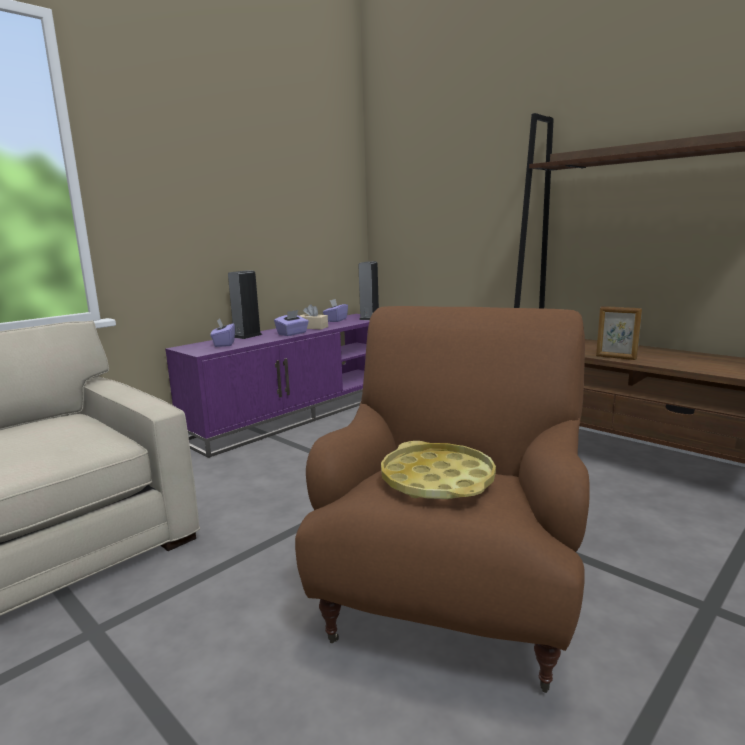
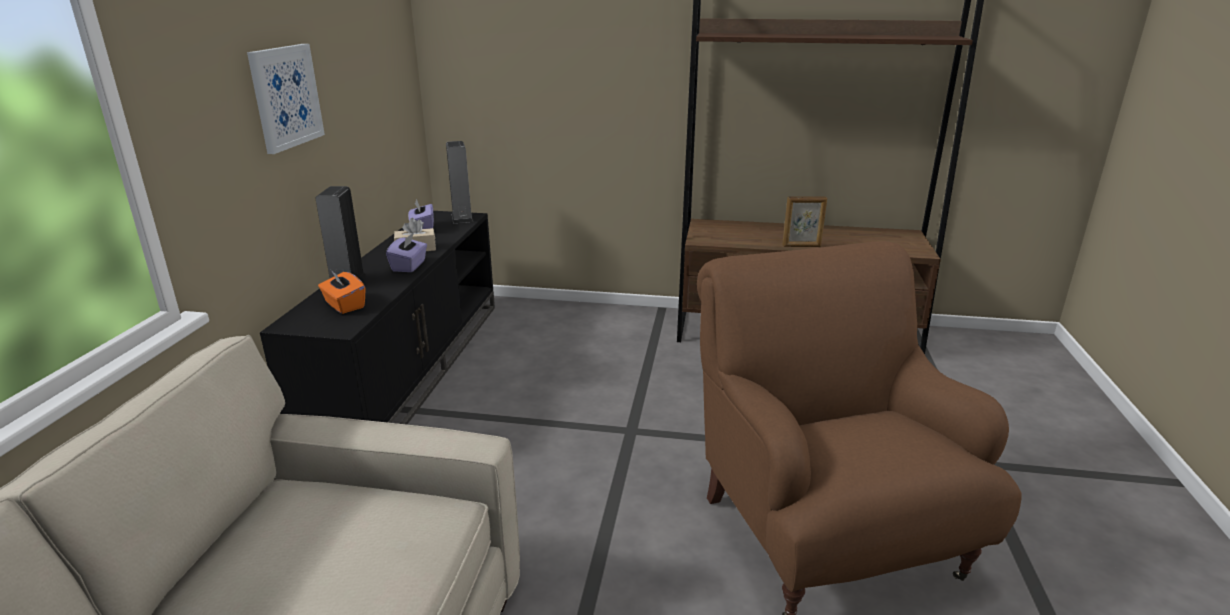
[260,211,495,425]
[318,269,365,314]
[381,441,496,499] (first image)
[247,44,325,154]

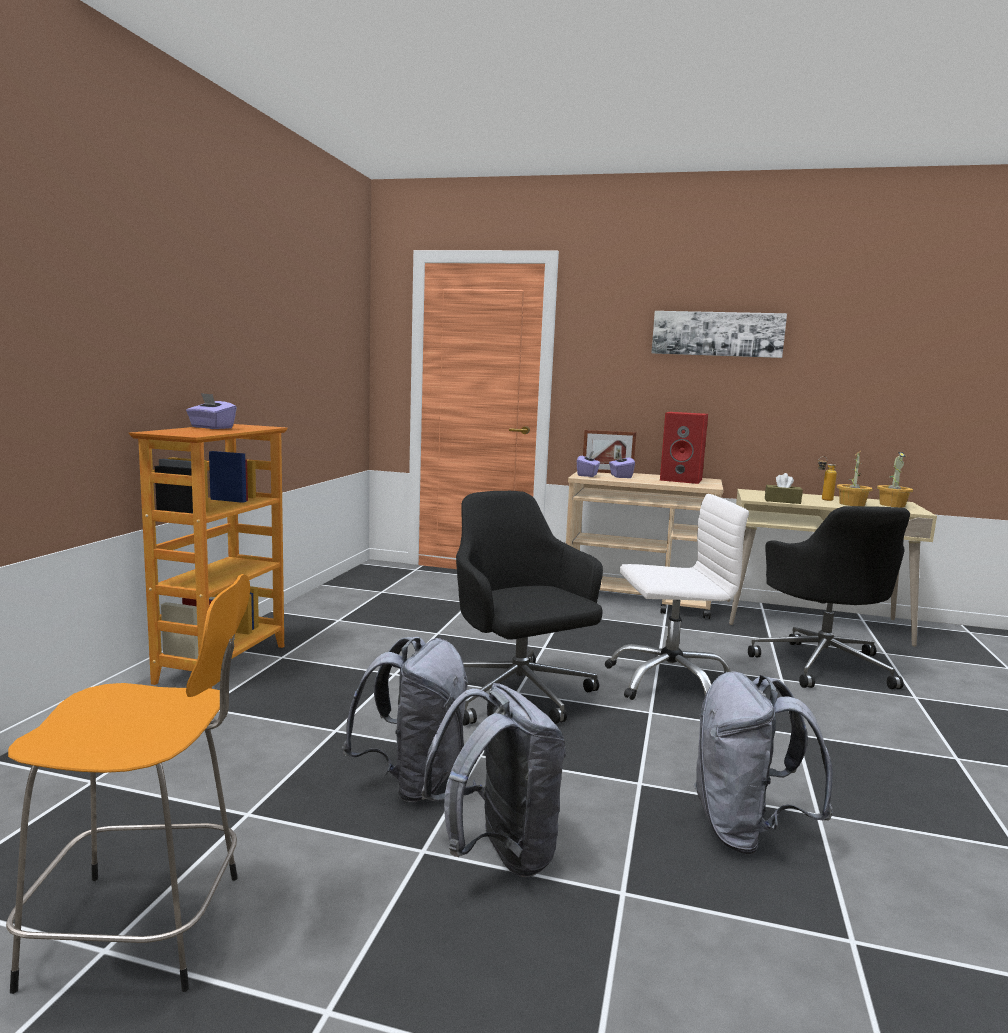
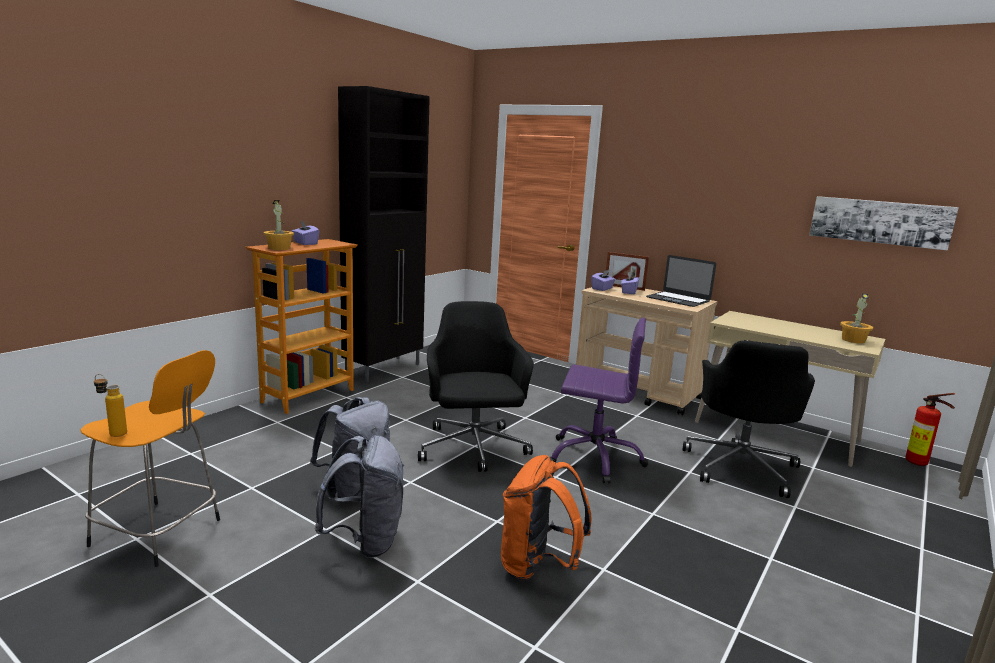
[809,196,959,251]
[646,255,716,307]
[264,200,294,250]
[94,374,127,437]
[765,473,803,504] (first image)
[549,317,648,483]
[501,455,592,581]
[338,86,430,383]
[905,393,955,466]

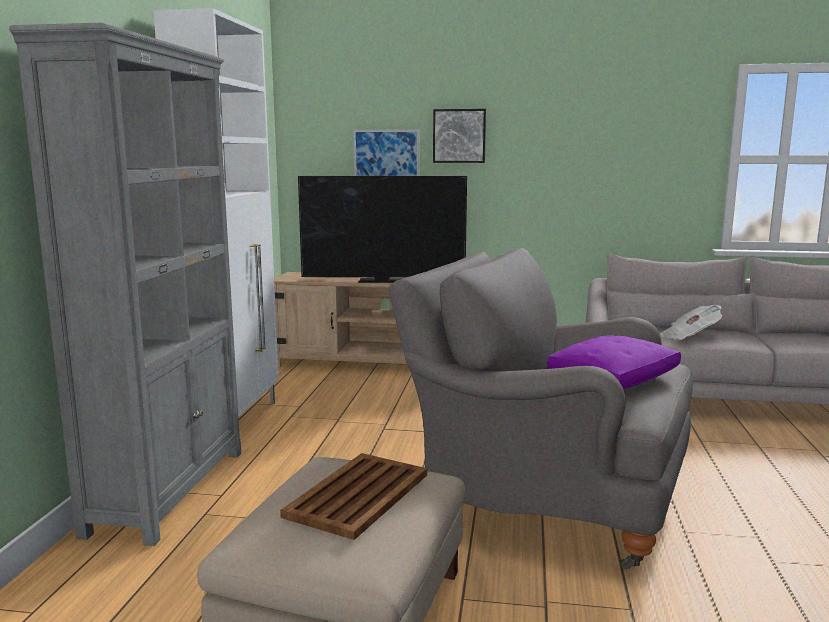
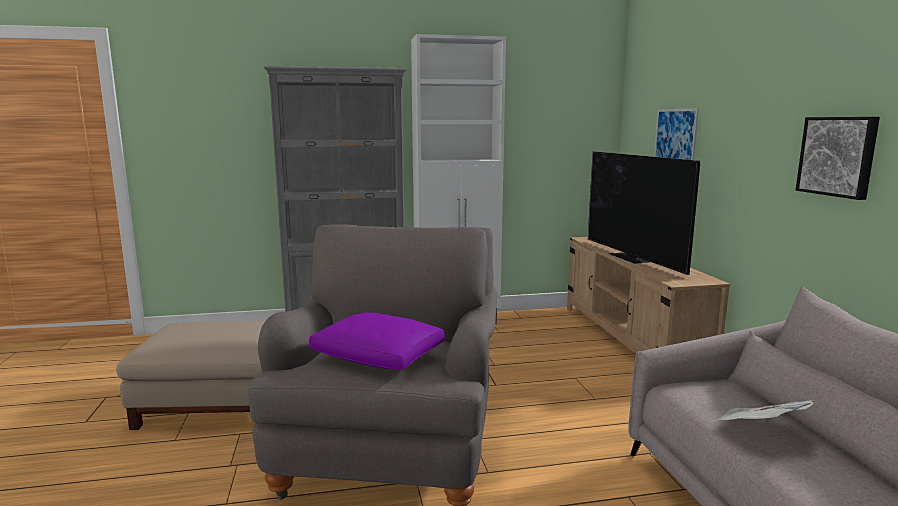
[796,117,880,200]
[280,453,427,540] (first image)

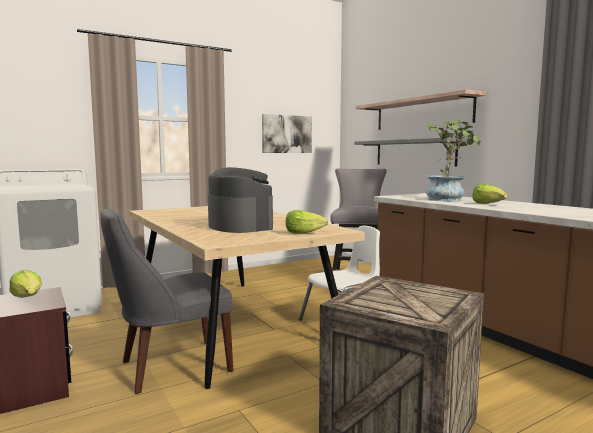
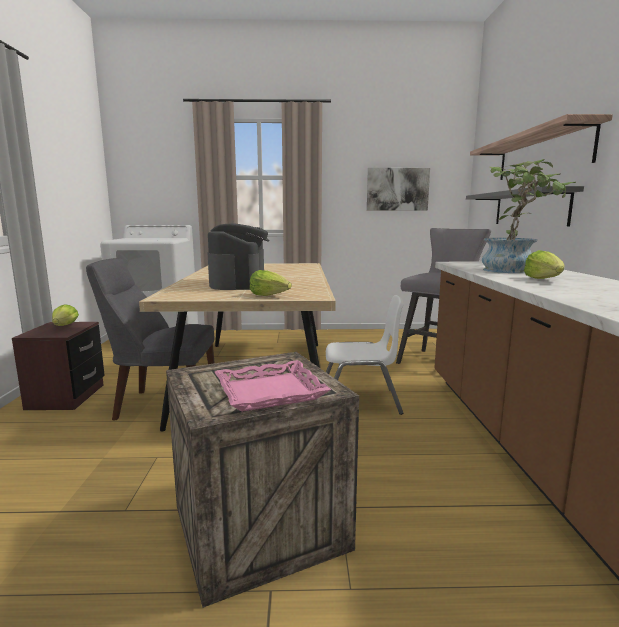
[215,360,331,412]

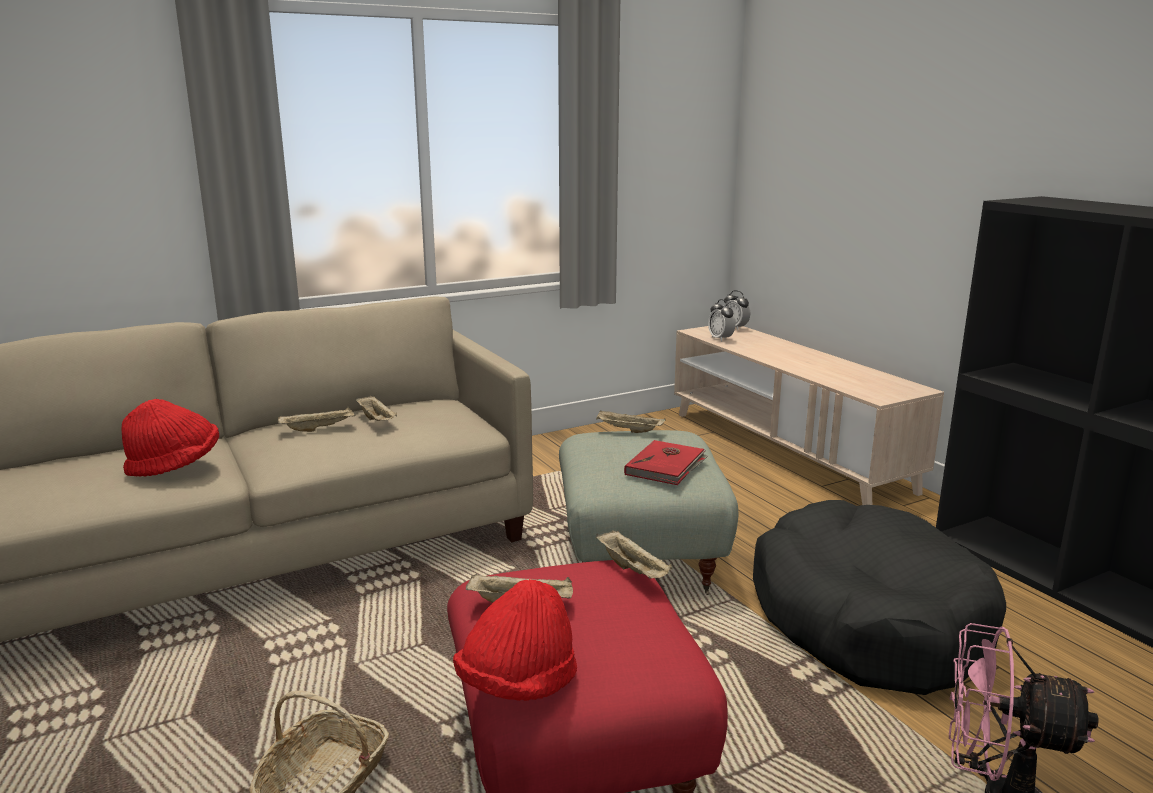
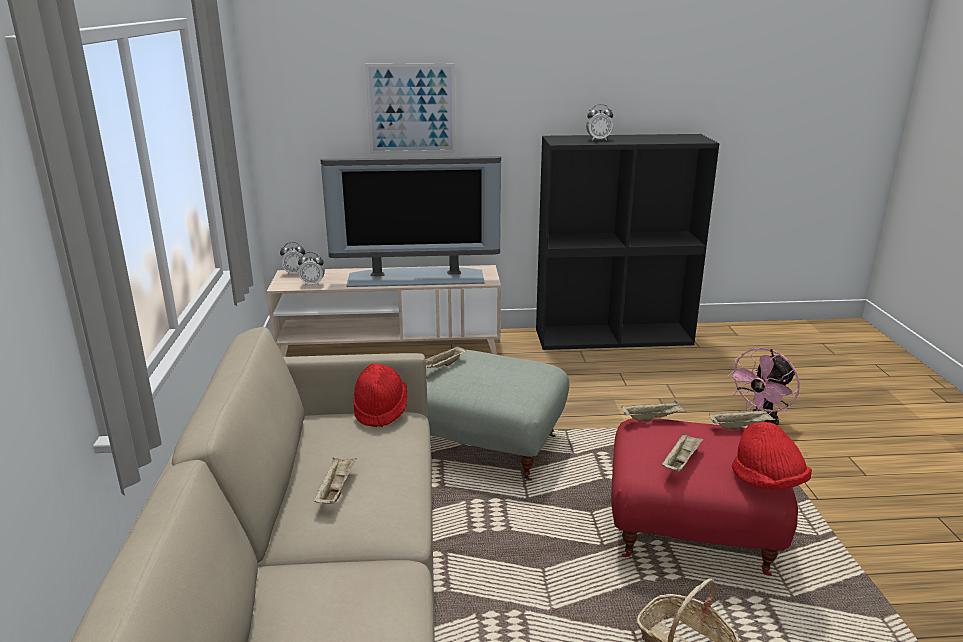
[709,408,776,430]
[353,363,407,427]
[624,440,709,485] (first image)
[753,500,1006,695] (first image)
[365,63,456,154]
[586,104,613,141]
[320,156,501,287]

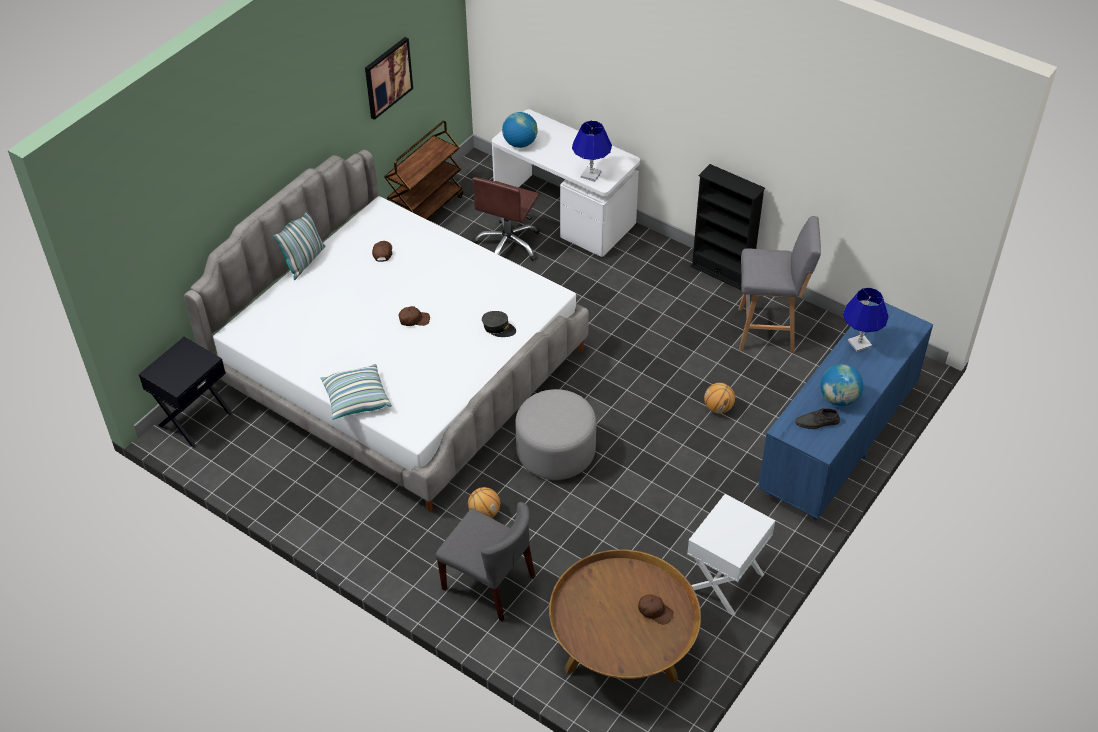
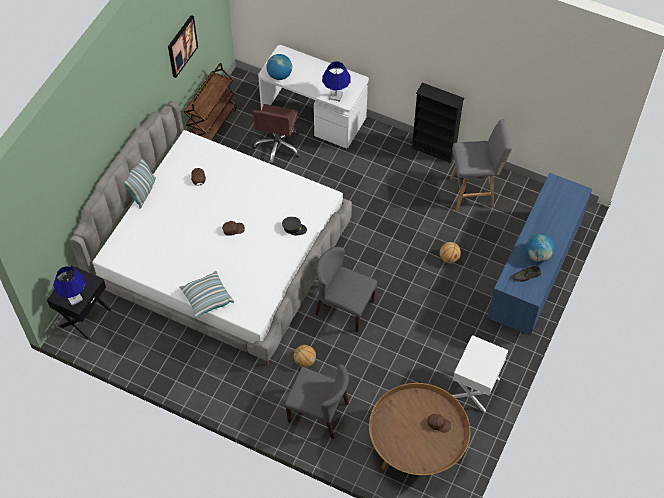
[53,266,86,306]
[316,247,377,332]

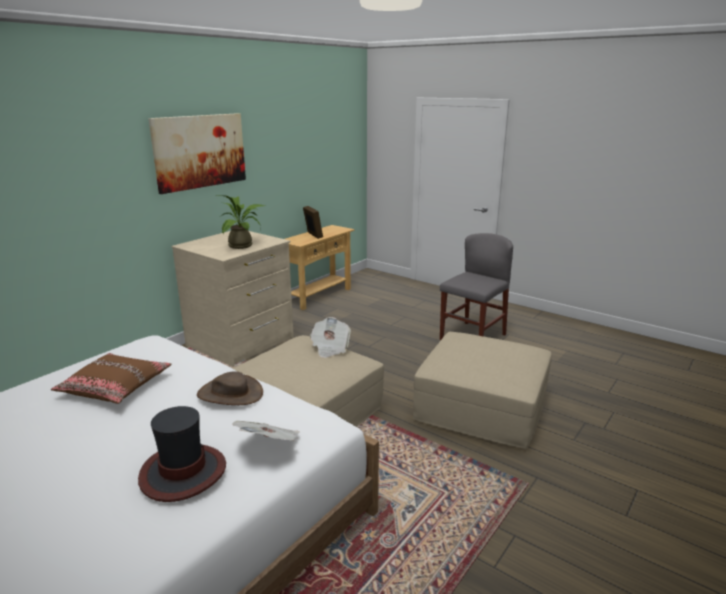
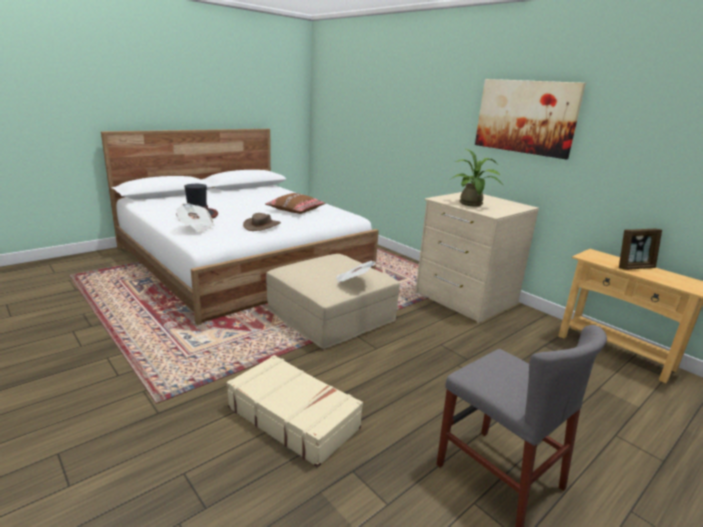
[226,355,363,468]

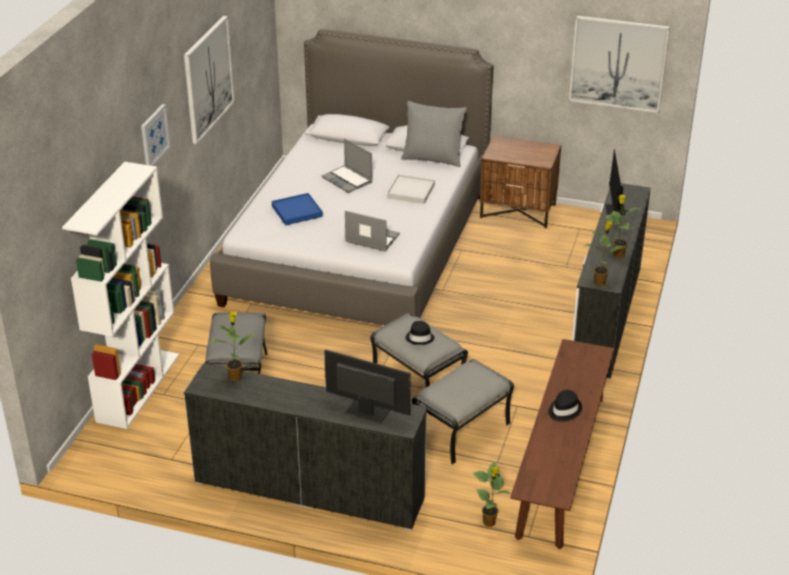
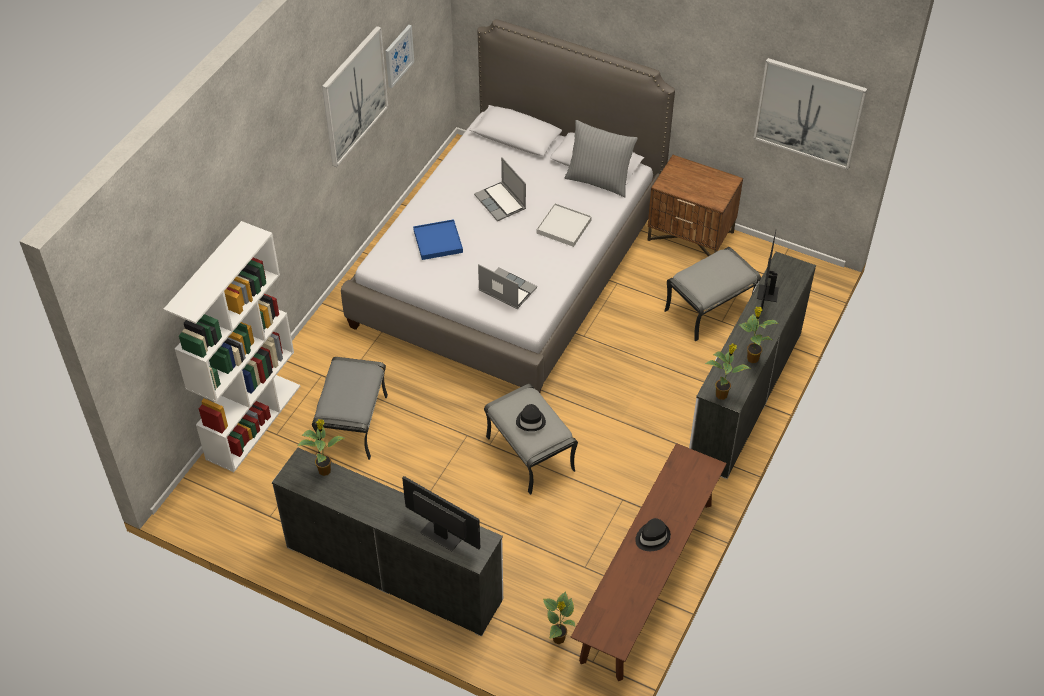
[385,25,414,88]
[664,247,761,342]

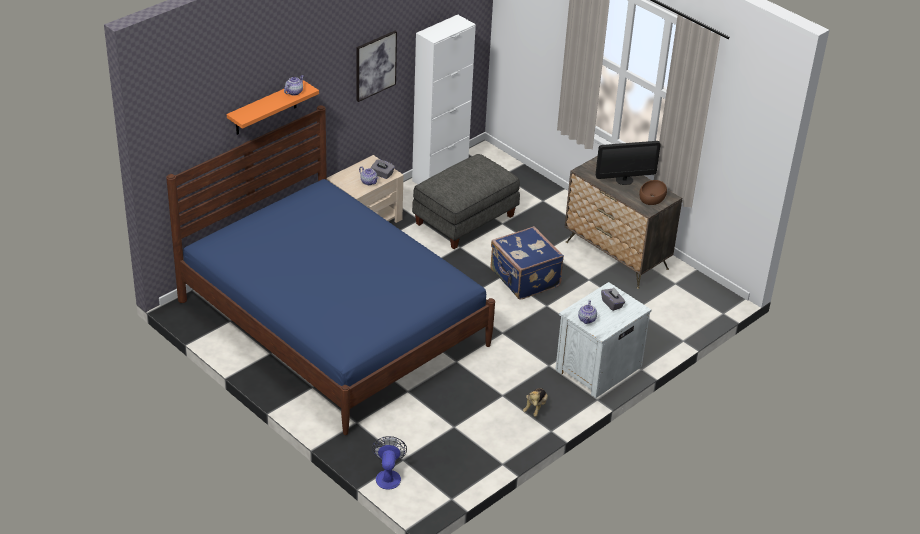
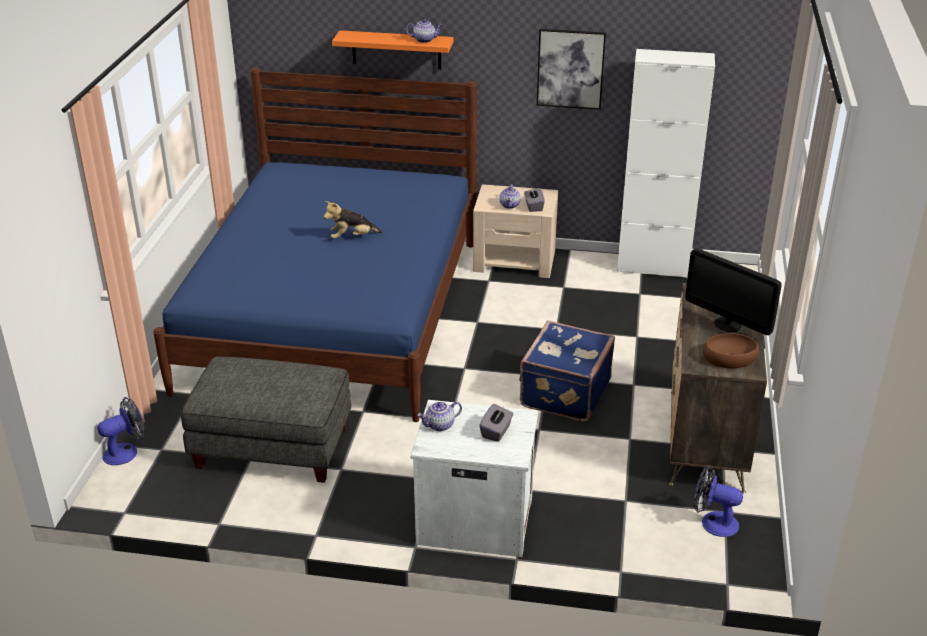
[181,357,351,483]
[324,201,383,239]
[694,465,743,537]

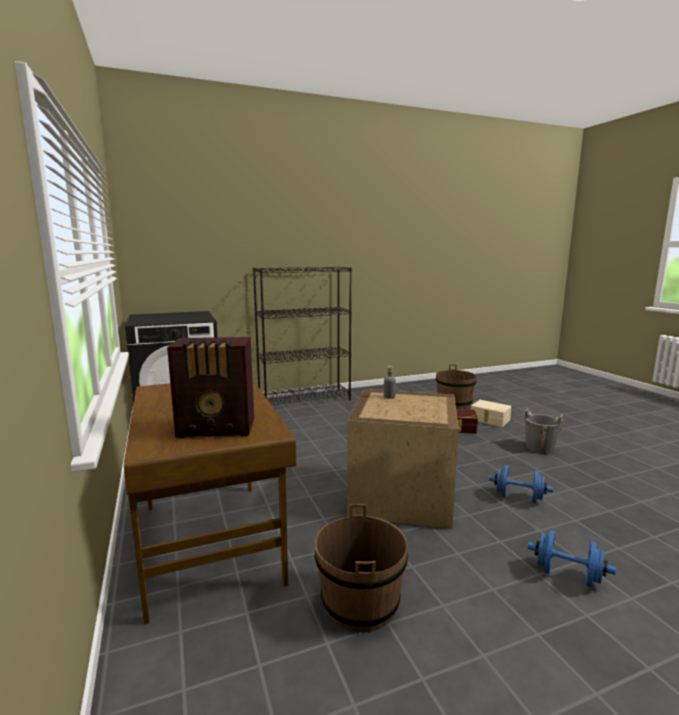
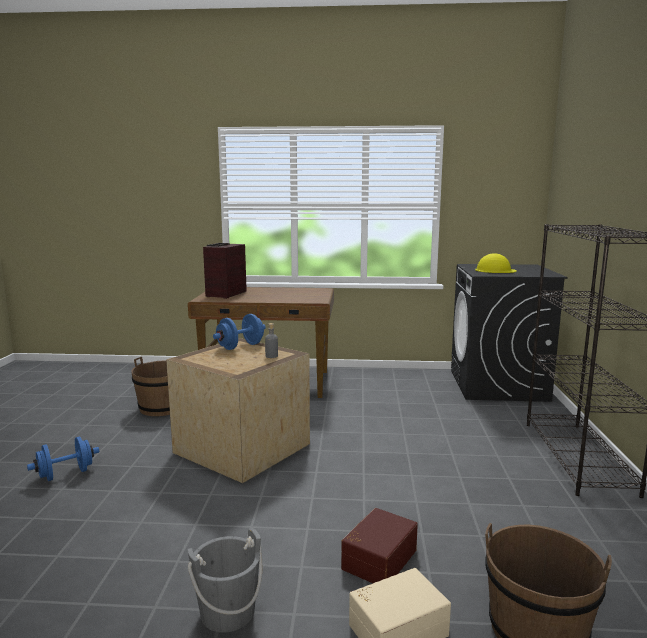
[213,314,266,350]
[475,253,517,273]

